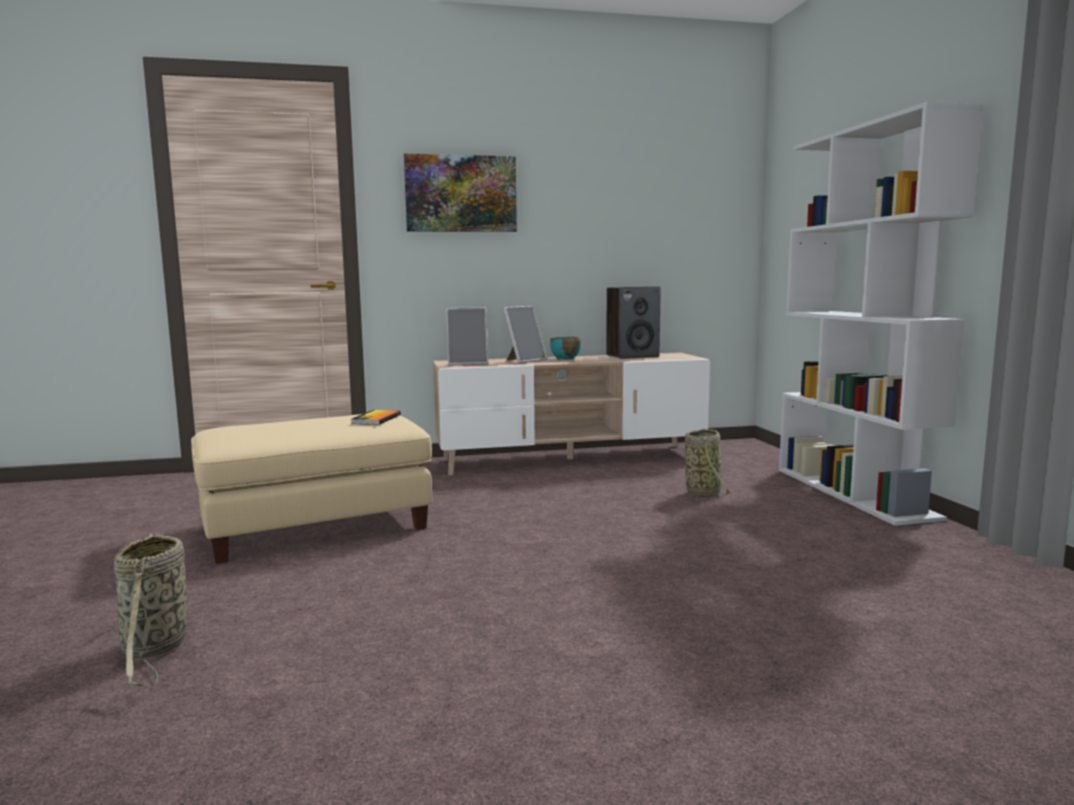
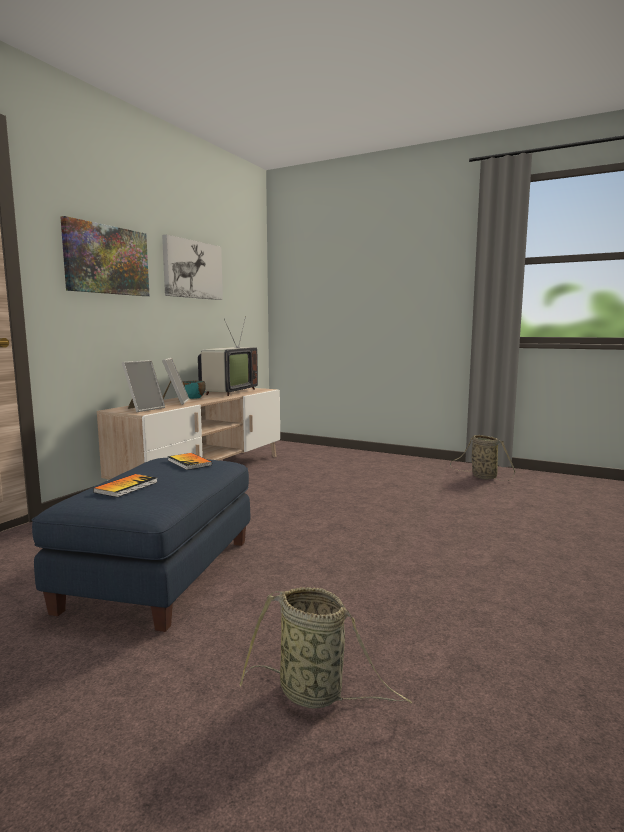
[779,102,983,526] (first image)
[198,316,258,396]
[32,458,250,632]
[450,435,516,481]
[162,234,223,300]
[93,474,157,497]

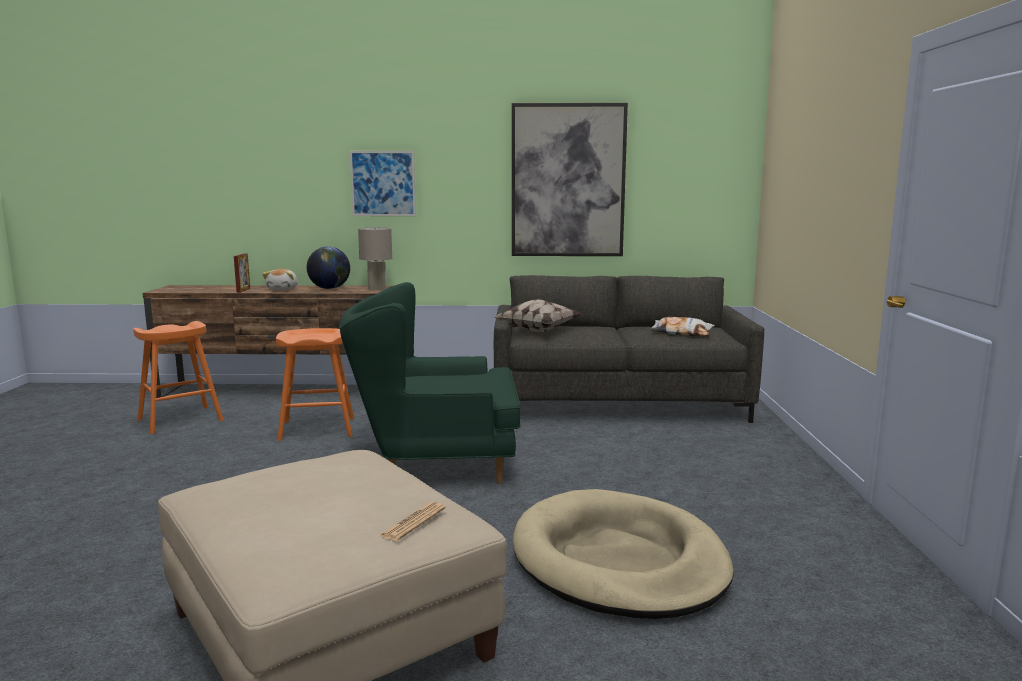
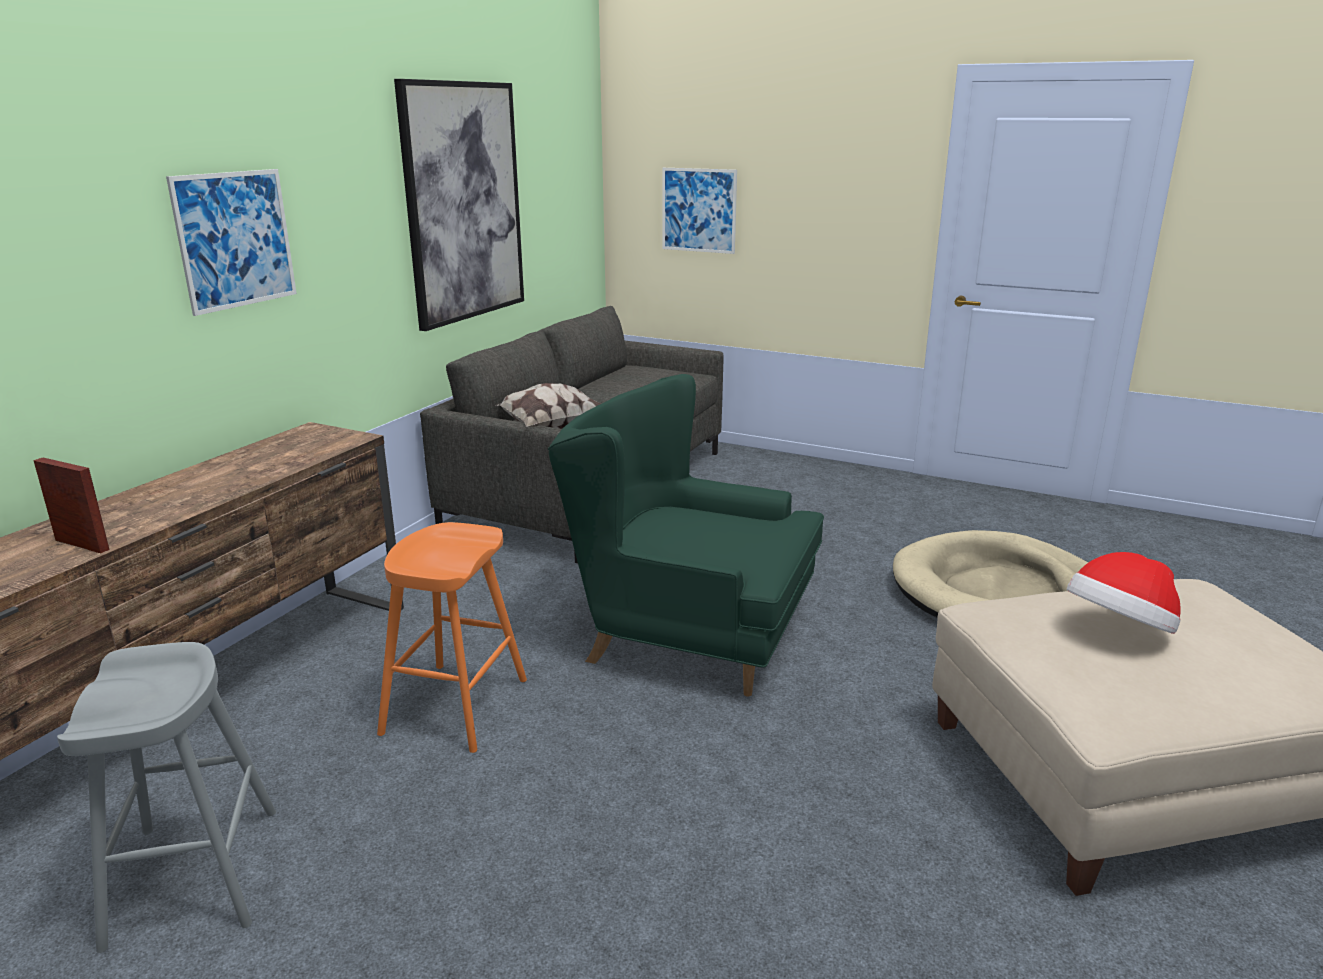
[358,227,392,291] (first image)
[307,246,350,289] (first image)
[262,269,298,290] (first image)
[548,374,824,697]
[650,317,715,336] (first image)
[57,642,276,953]
[379,502,446,541] (first image)
[662,168,737,254]
[1067,552,1181,634]

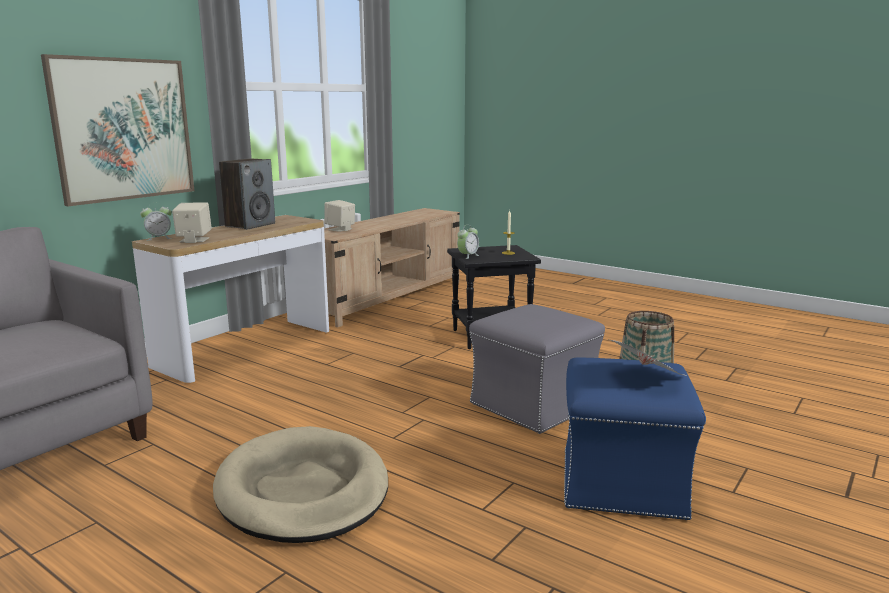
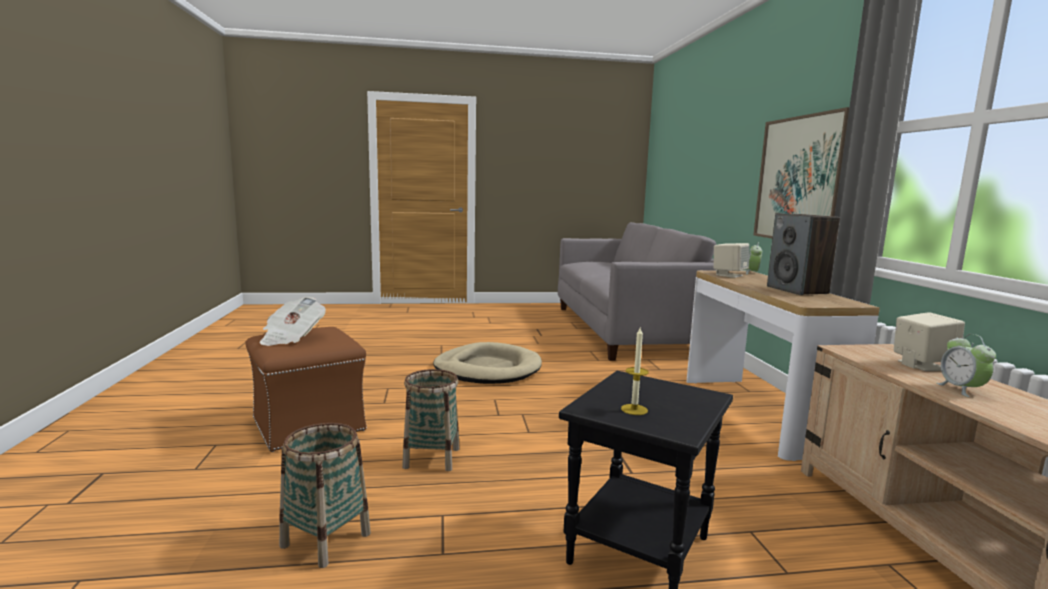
[936,334,996,397]
[402,369,460,471]
[245,327,367,452]

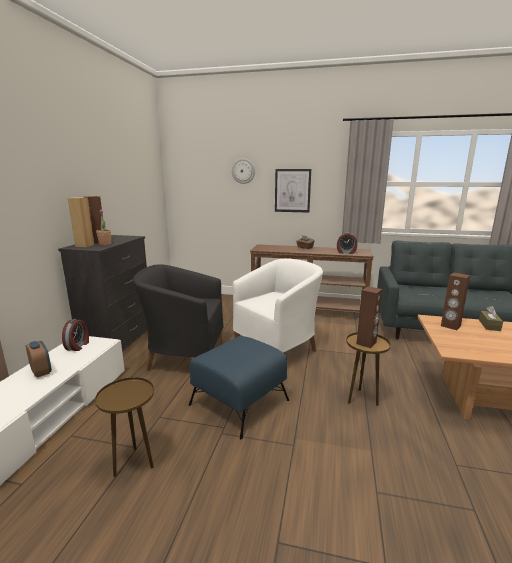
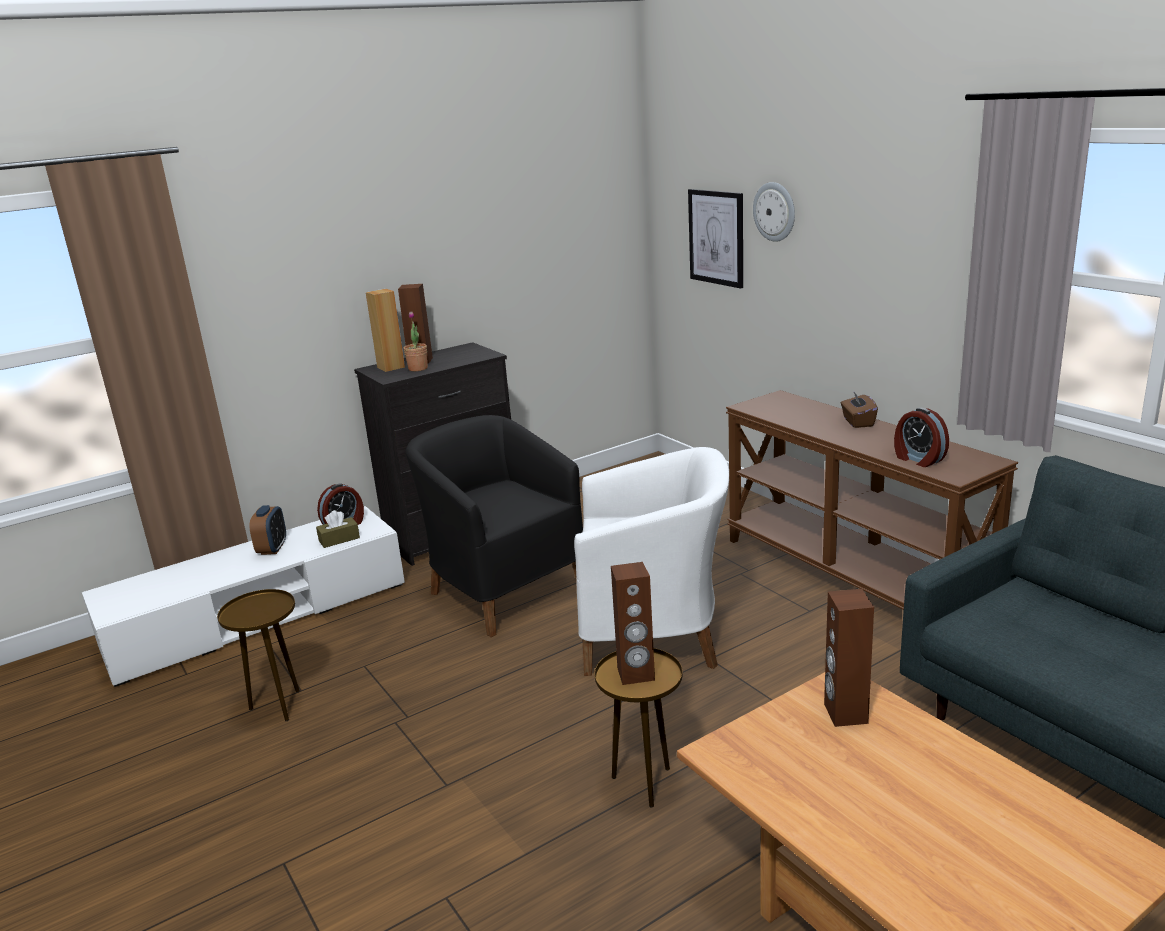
[688,189,743,289]
[316,510,360,548]
[189,336,289,439] (first image)

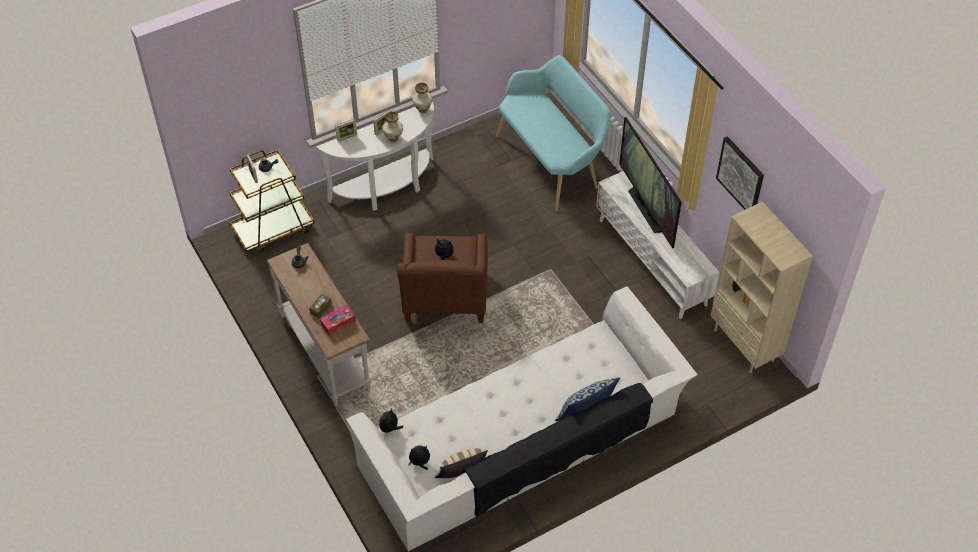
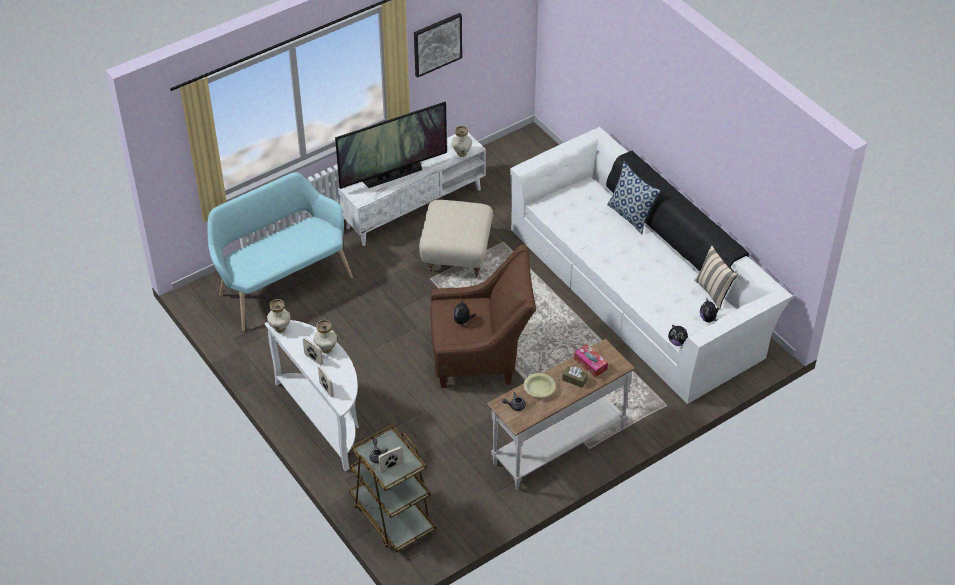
[710,202,813,373] (first image)
[451,126,472,157]
[419,200,493,278]
[524,373,555,397]

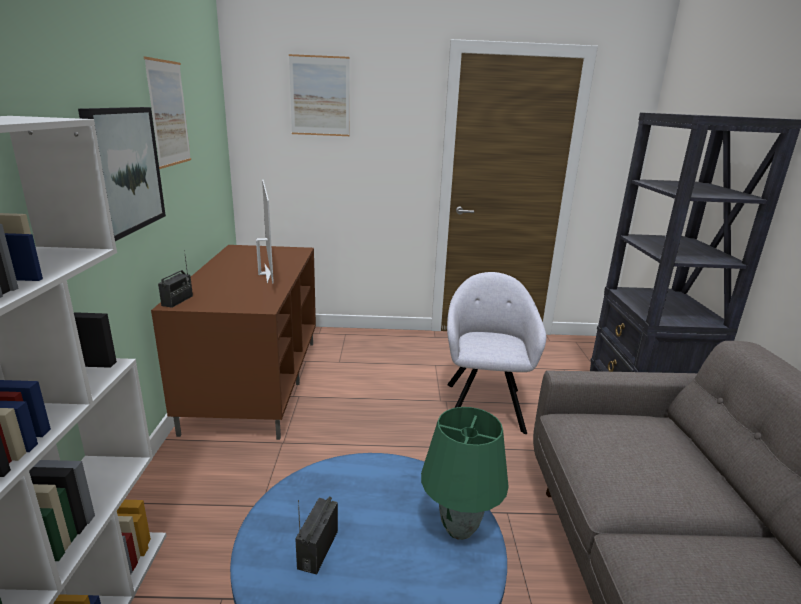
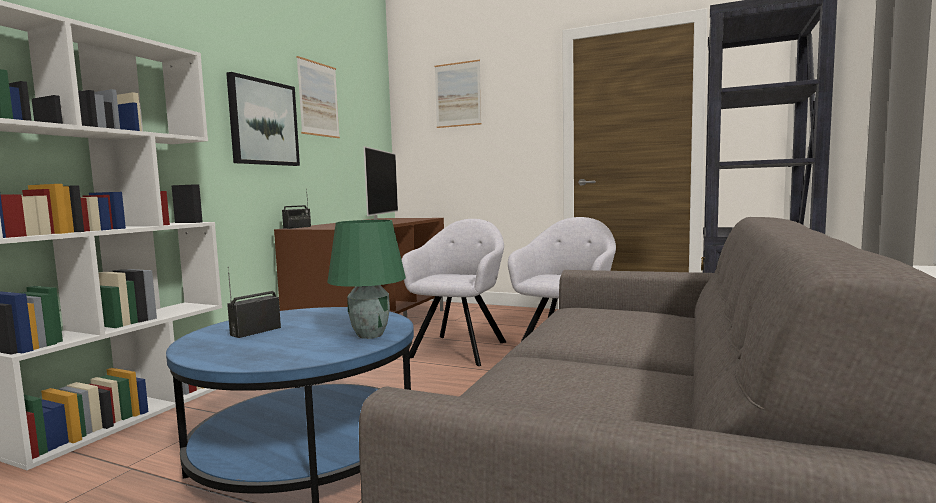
[401,219,506,366]

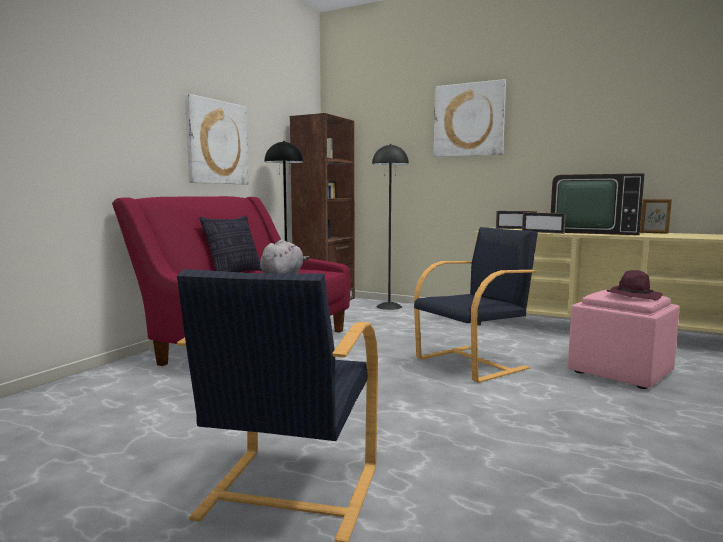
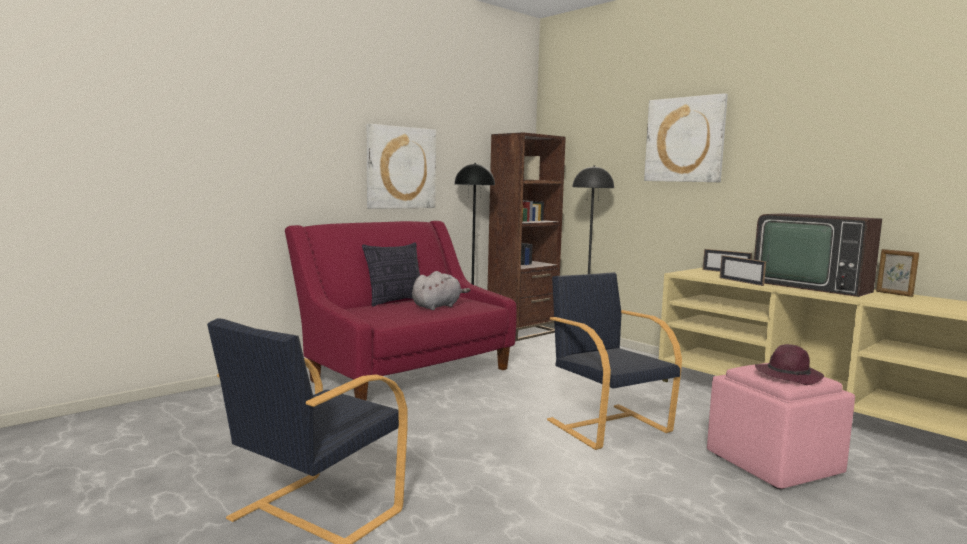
[547,272,682,450]

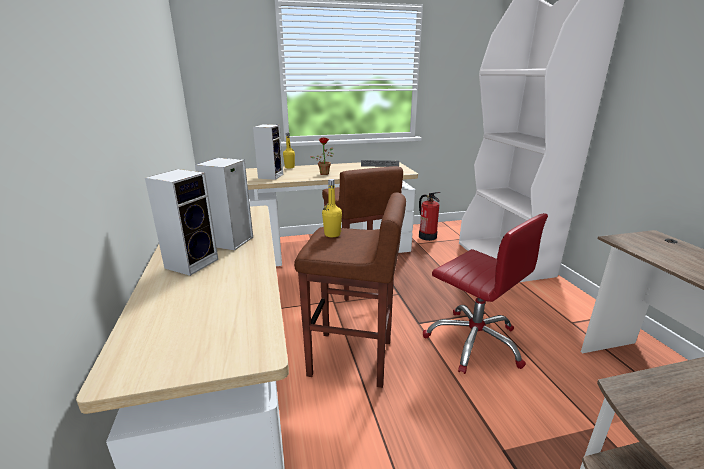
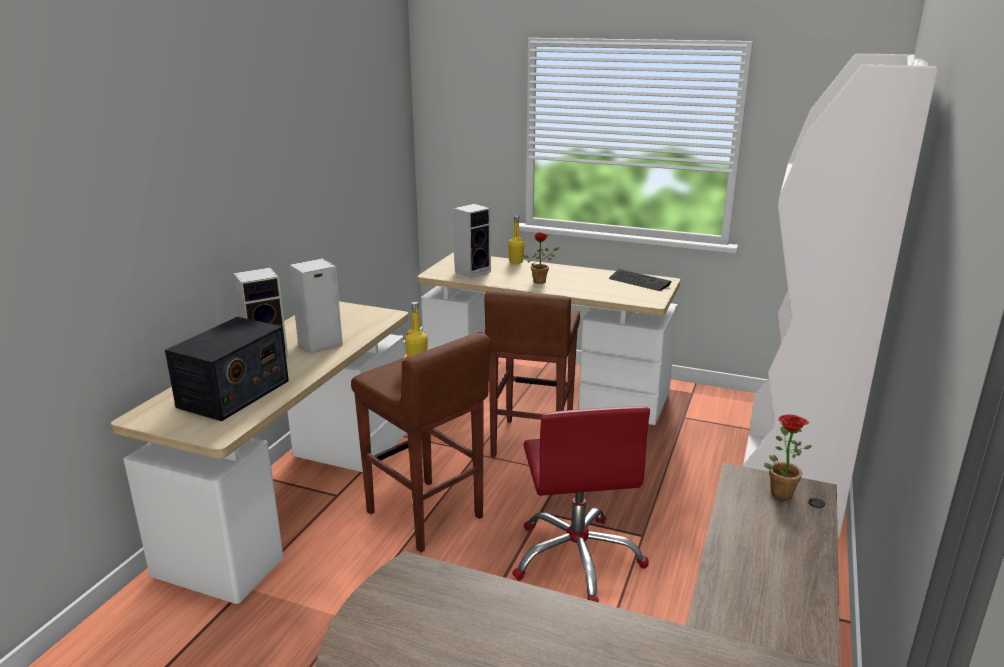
[419,192,440,241] (first image)
[165,317,289,421]
[764,414,812,500]

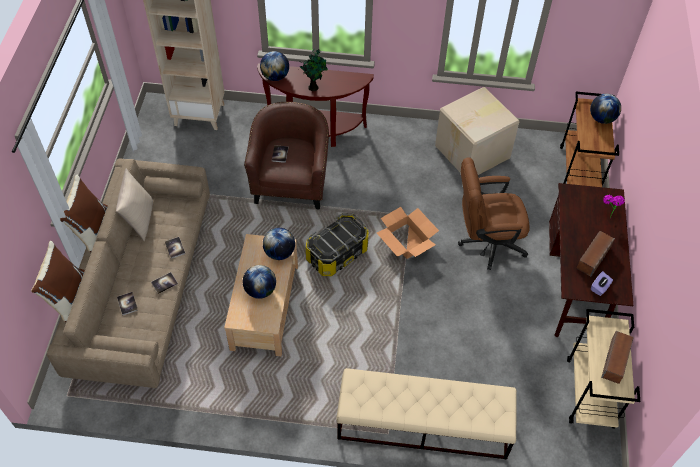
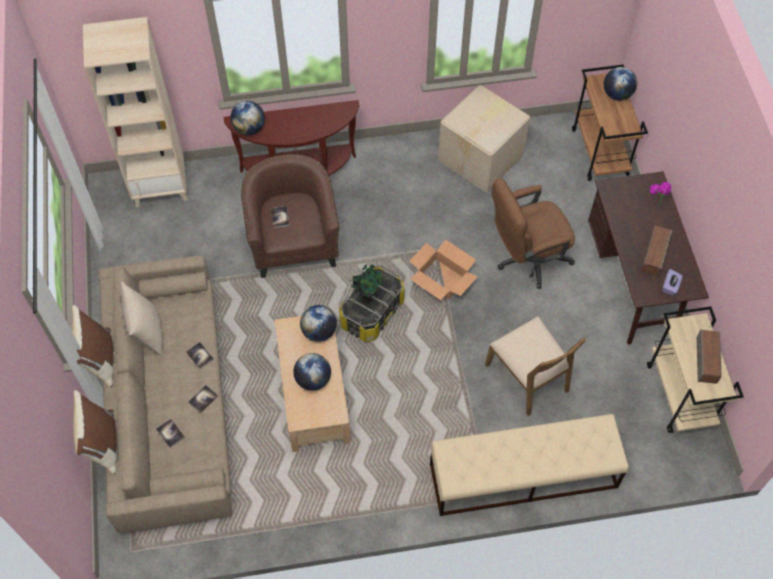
[350,264,383,305]
[485,316,586,416]

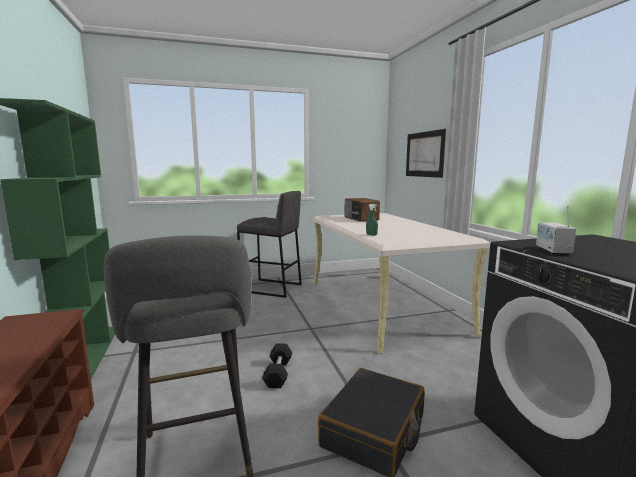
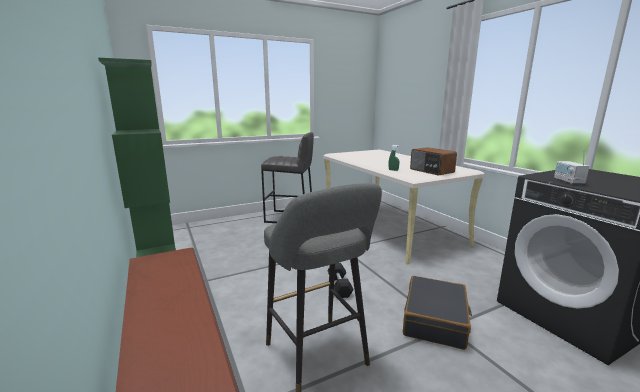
[406,129,446,178] (first image)
[410,147,457,176]

